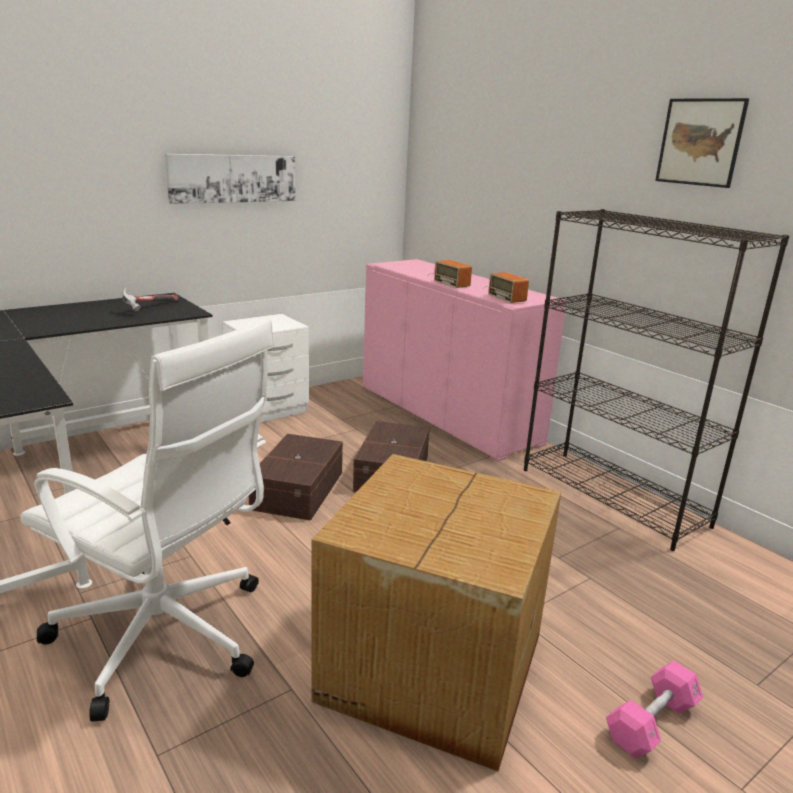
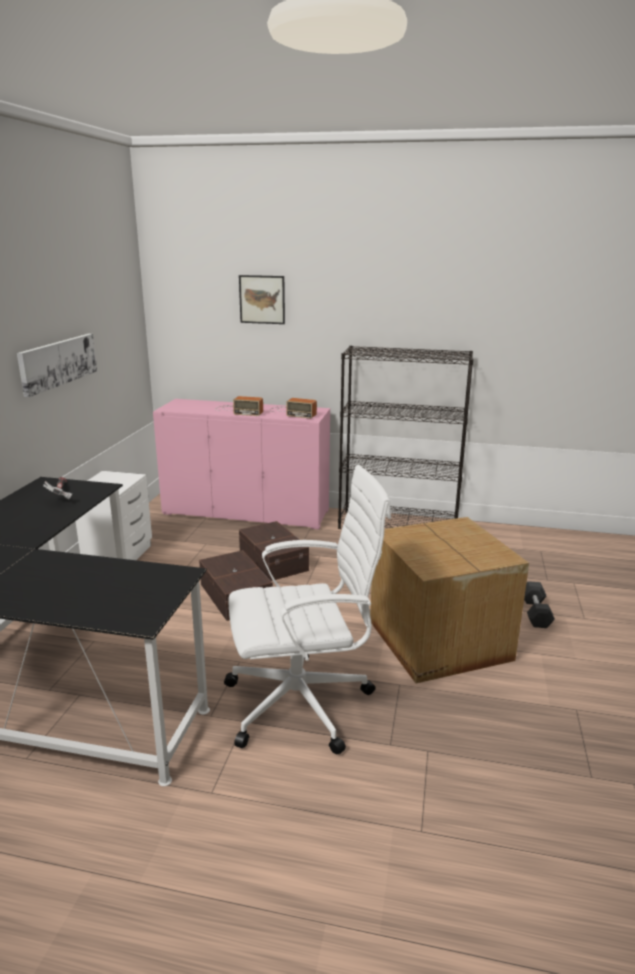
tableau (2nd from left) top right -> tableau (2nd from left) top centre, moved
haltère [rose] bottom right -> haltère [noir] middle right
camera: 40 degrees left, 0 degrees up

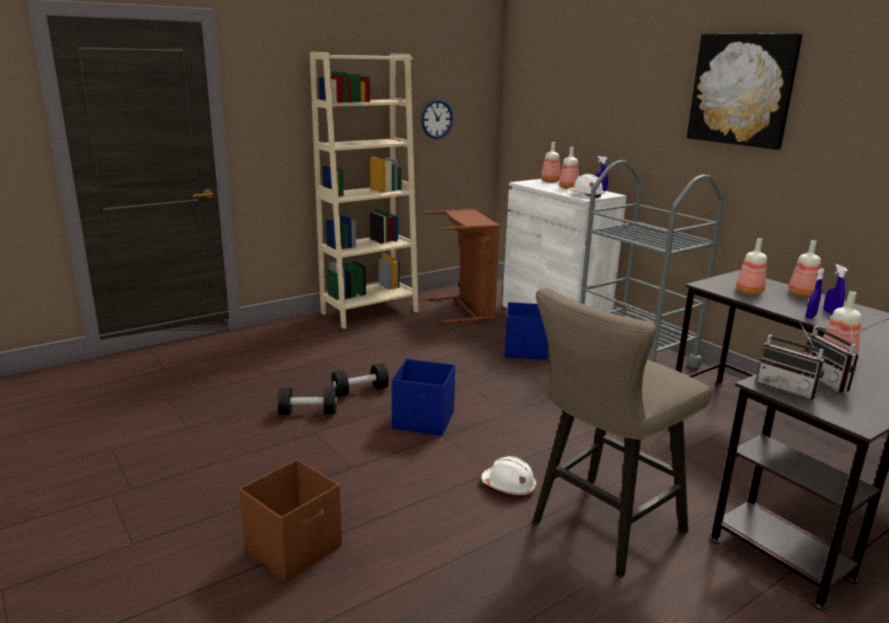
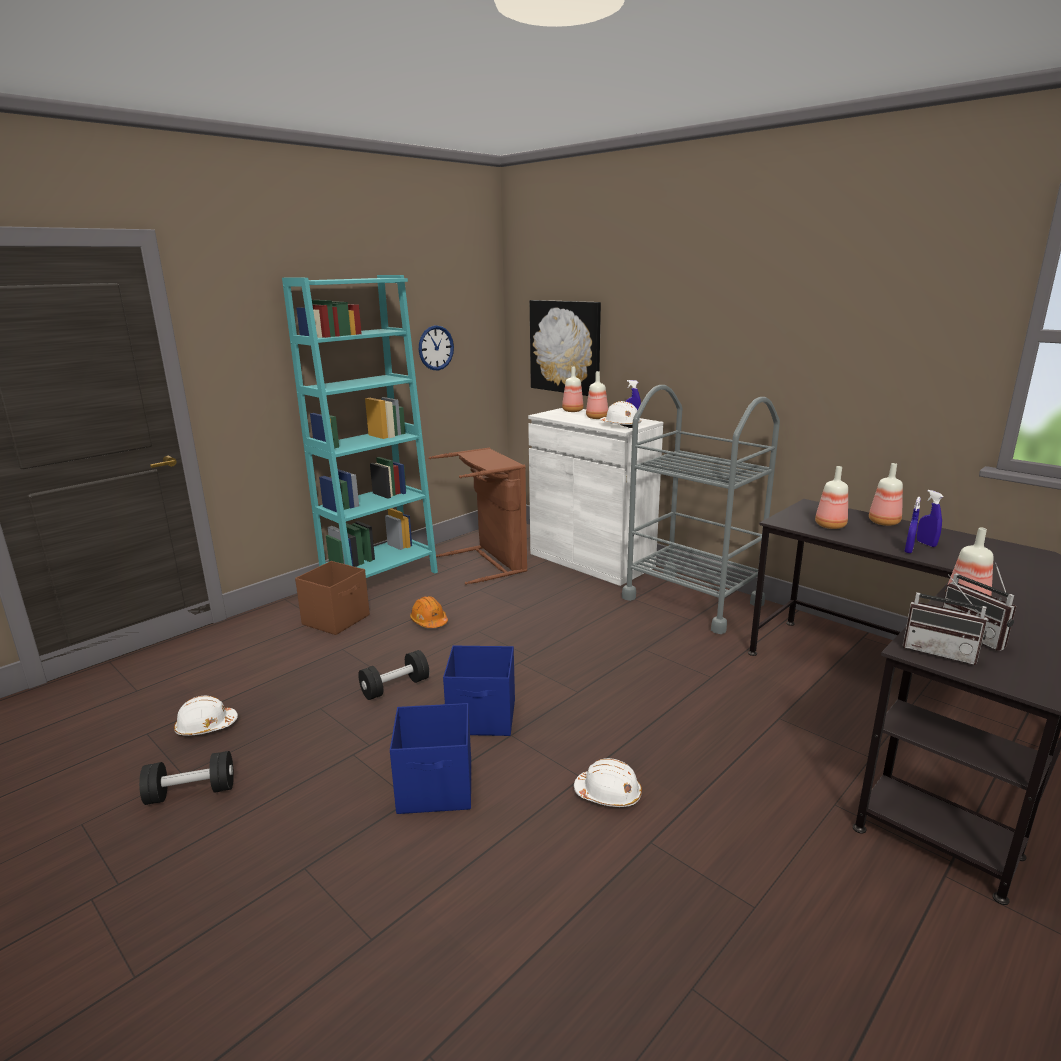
haltère [noir] (1st from left) centre -> haltère [noir] (1st from left) bottom left, moved
none -> casque de chantier [blanc] (1st from left) bottom left
bibliothèque [beige] top centre -> bibliothèque [turquoise] centre
boîte de rangement [marron] bottom left -> boîte de rangement [marron] middle left, moved
boîte de rangement [bleu] (2nd from left in the first image) centre -> boîte de rangement [bleu] (1st from left) bottom centre, moved
none -> casque de chantier [orange] centre
tableau top right -> tableau top centre, moved
tabouret [beige] bottom right -> none
camera: 10 degrees left, 0 degrees up

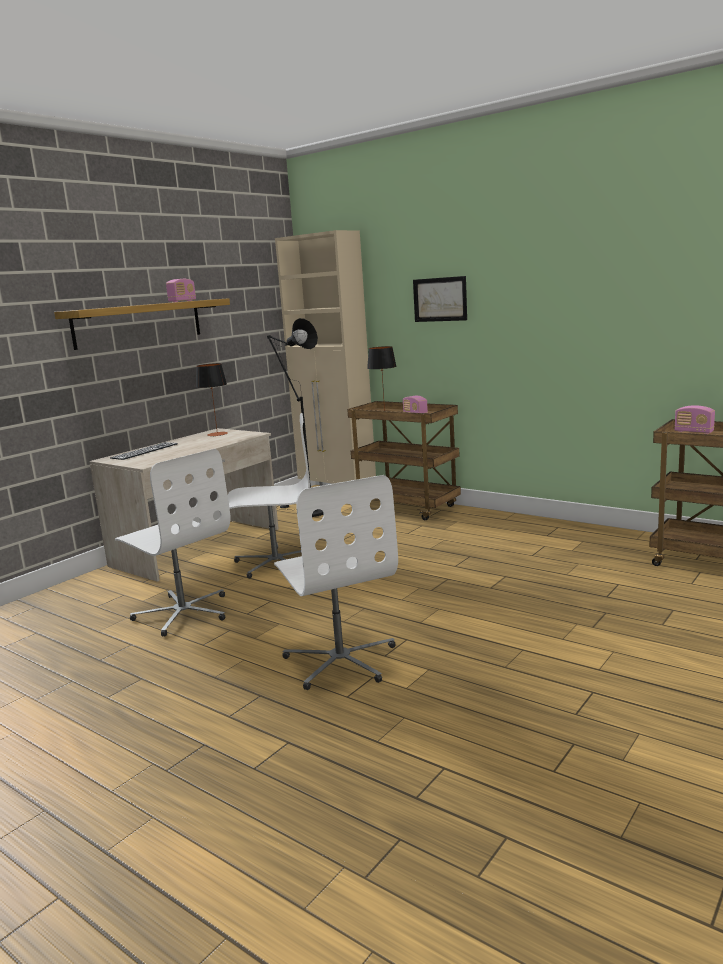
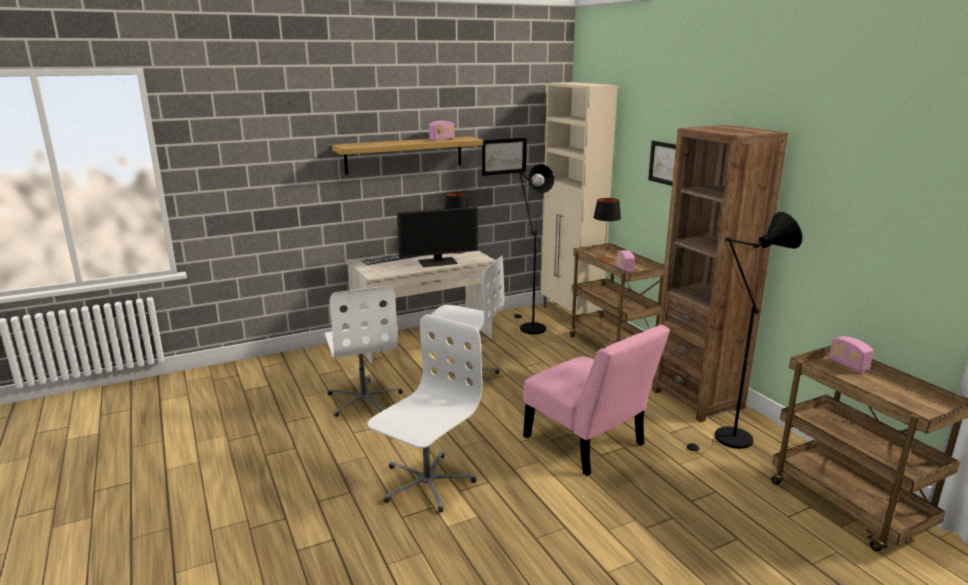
chaise de bureau [blanc] (3rd from left in the first image) centre -> chaise de bureau [blanc] (2nd from left) bottom centre, 150 degrees counterclockwise
none -> écran d'ordinateur centre
none -> tableau (1st from left) top centre
none -> chaise [rose] bottom centre
none -> bibliothèque [marron] middle right
none -> lampadaire [noir] (2nd from left) middle right
camera: 25 degrees right, 5 degrees up

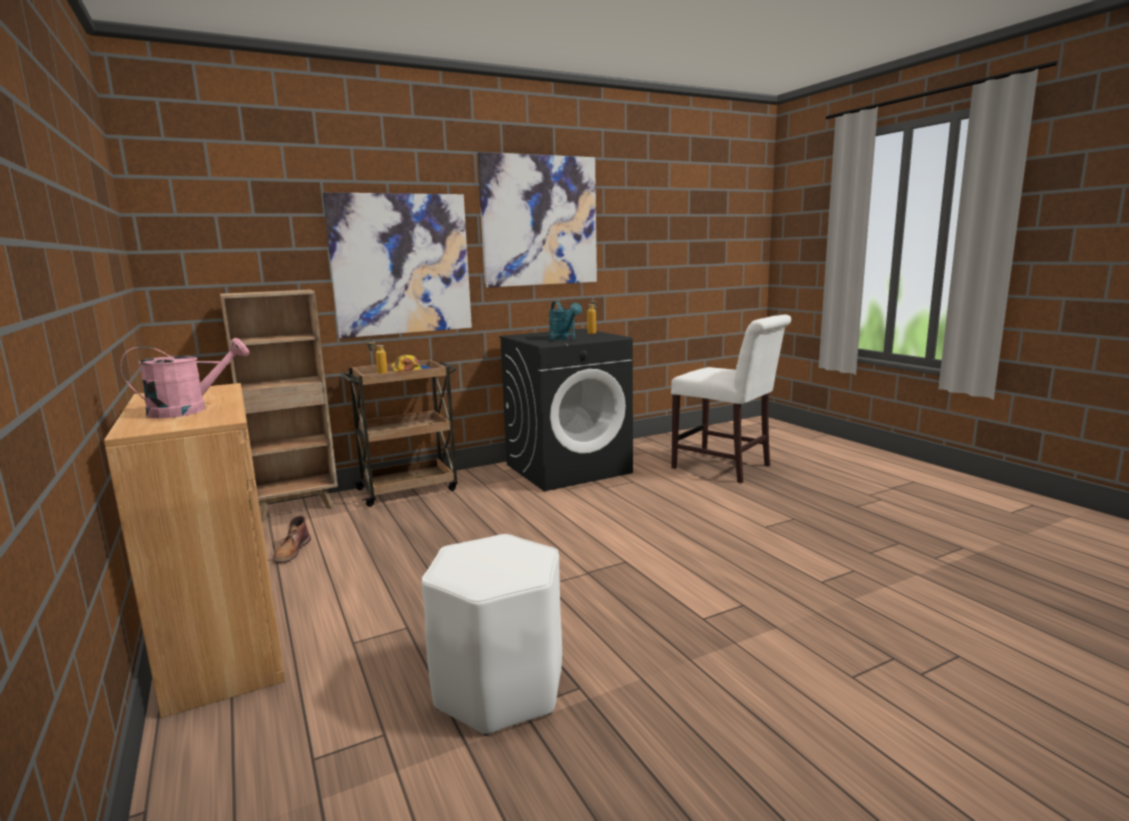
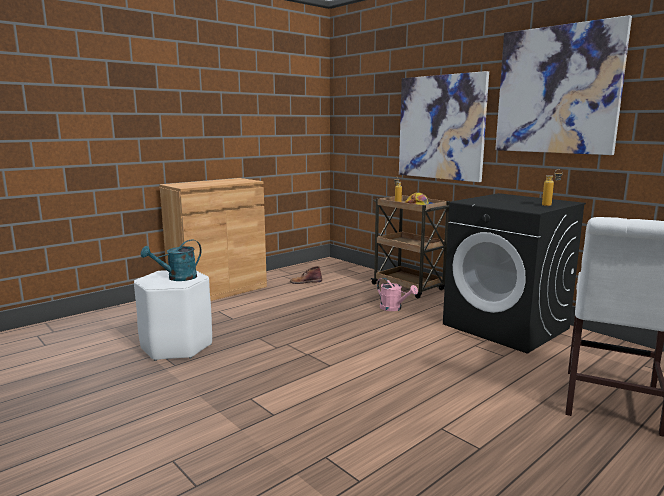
arrosoir [turquoise] centre -> arrosoir [turquoise] middle left, moved
arrosoir [rose] middle left -> arrosoir [rose] centre, moved
bibliothèque [marron] middle left -> none
camera: 75 degrees right, 0 degrees up

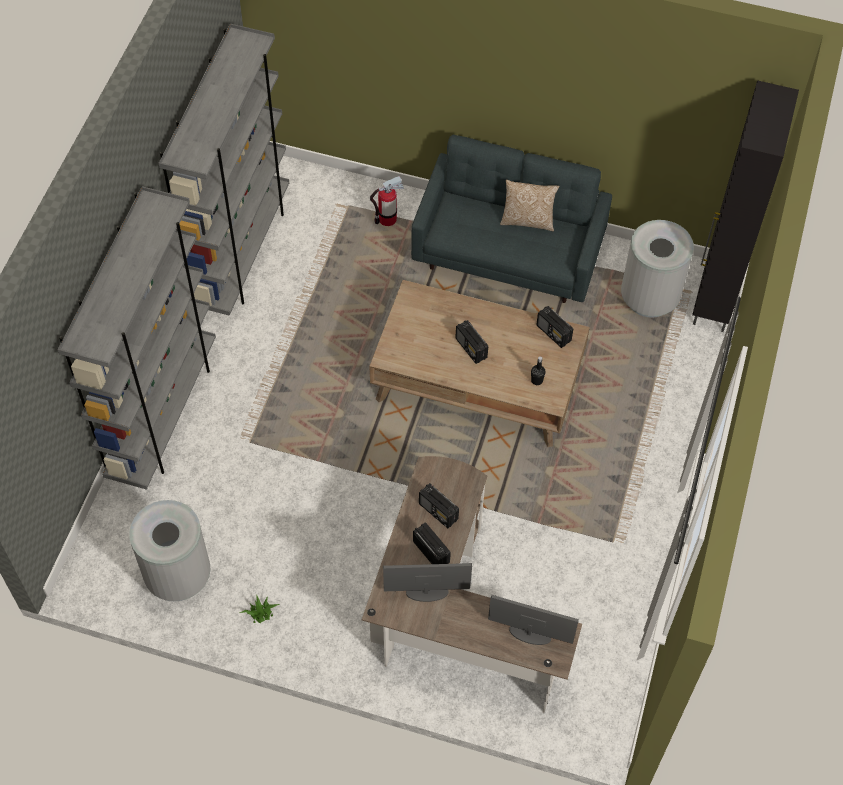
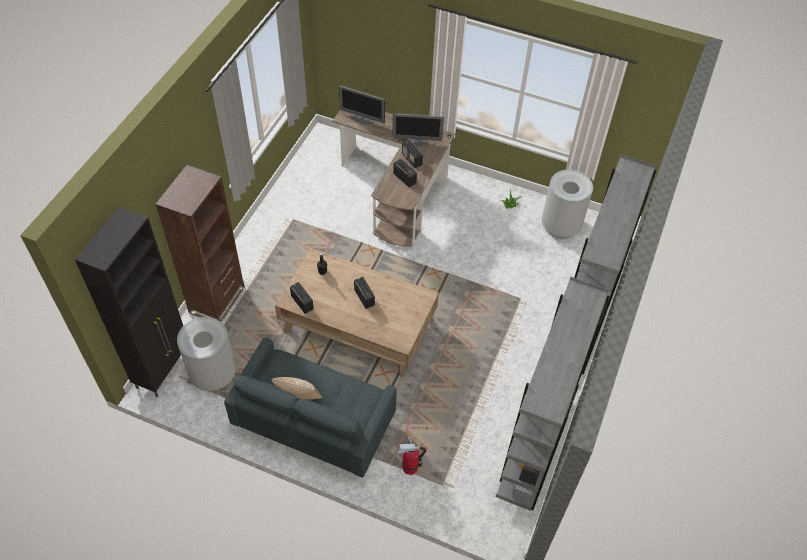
none -> bibliothèque [marron] middle left
camera: 175 degrees left, 5 degrees down

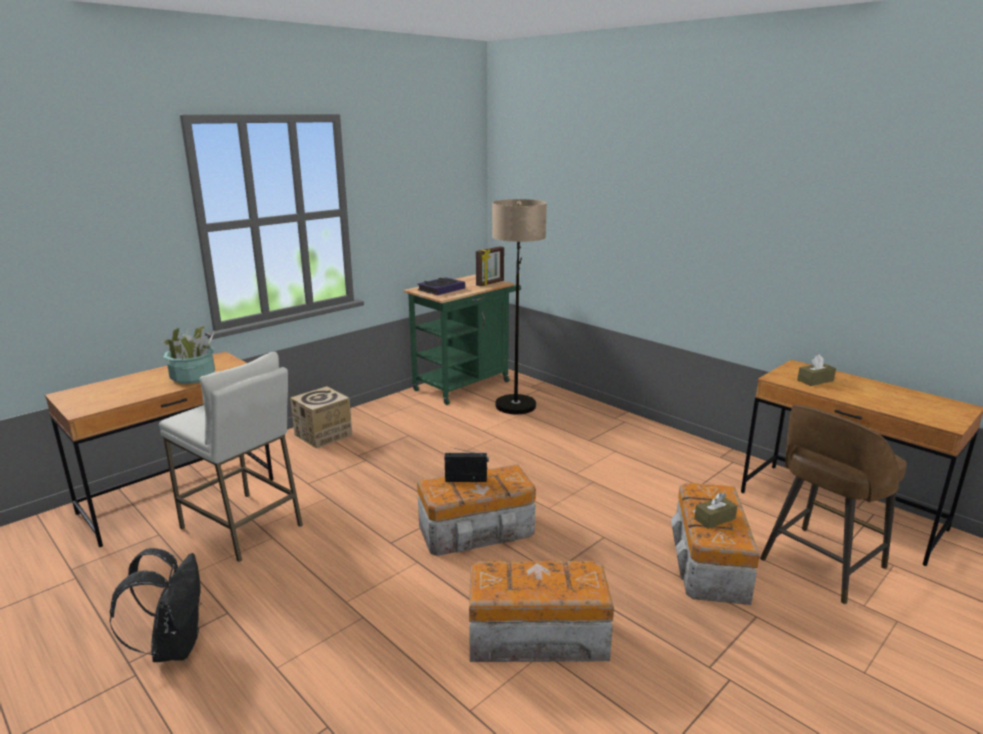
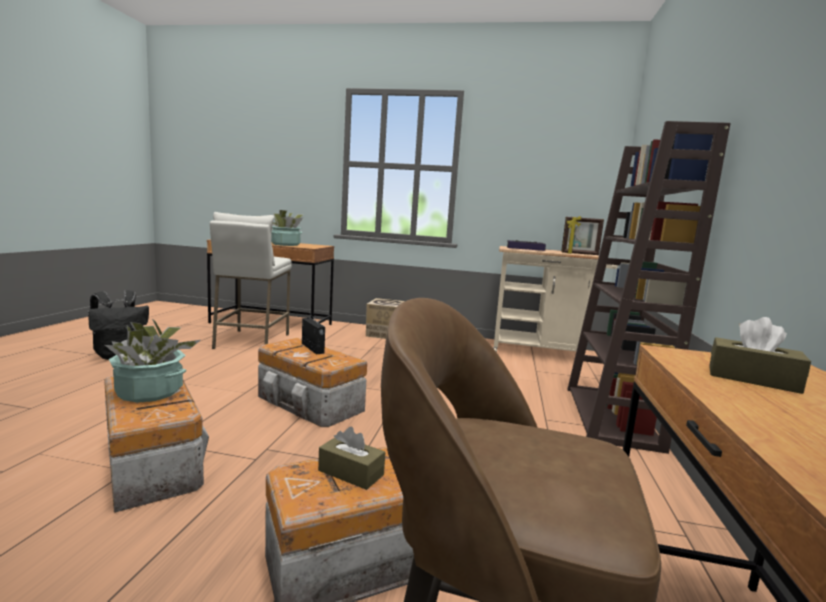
none -> plante en pot (1st from left) middle left
chariot [vert] centre -> chariot [beige] middle right
none -> bibliothèque [marron] middle right
lampadaire centre -> none
camera: 55 degrees right, 10 degrees down

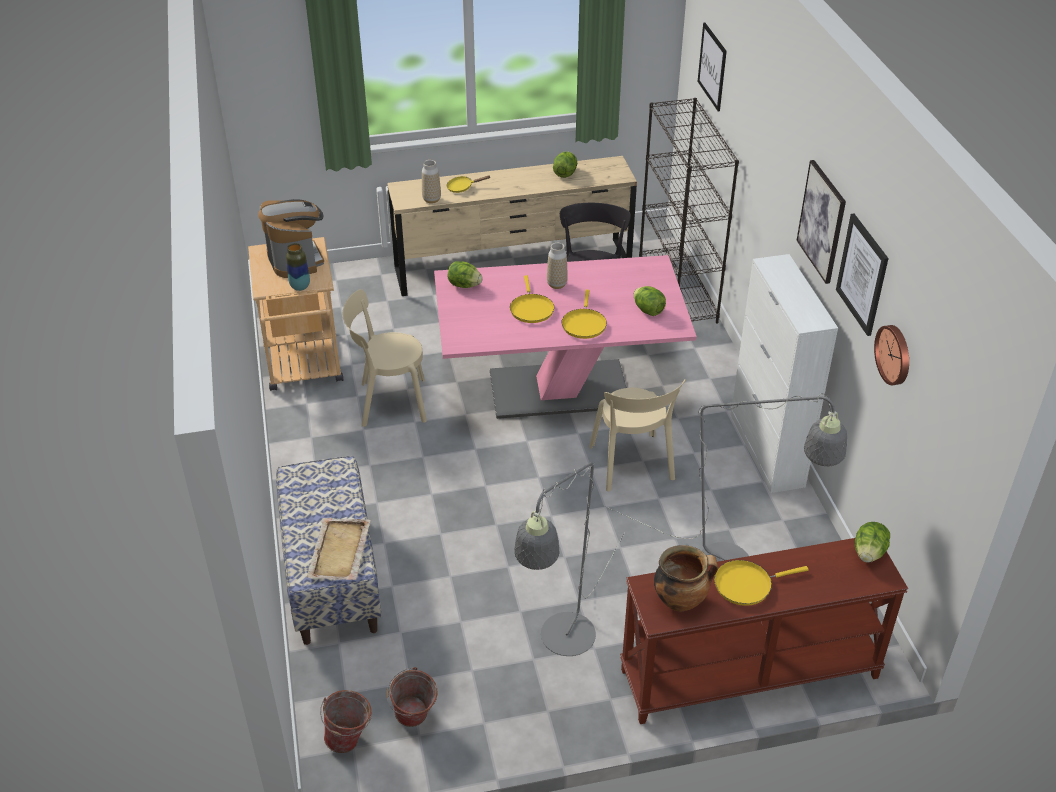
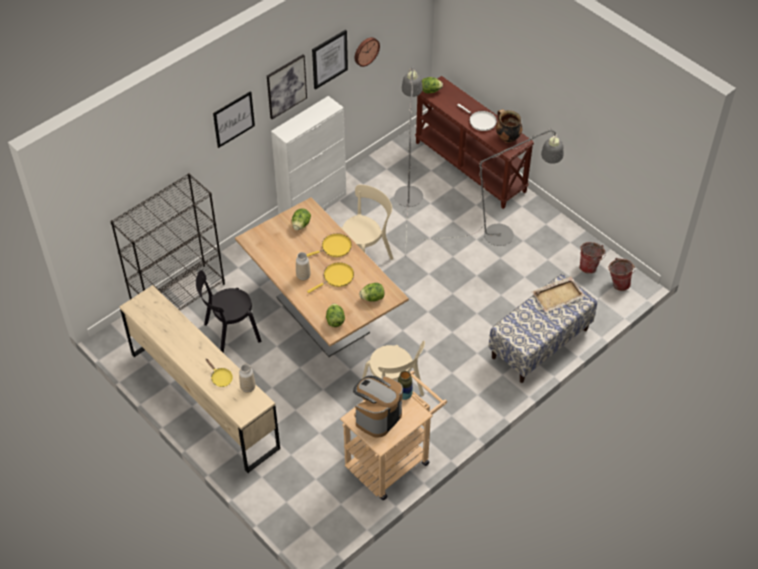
tableau (1st from left) top right -> tableau (1st from left) top left, moved
table à manger [rose] centre -> table à manger [marron] centre
laitue (2nd from left in the first image) top centre -> laitue (3rd from left) centre, moved
poêle [jaune] (4th from left) bottom right -> poêle [blanc] top centre
camera: 120 degrees left, 10 degrees up

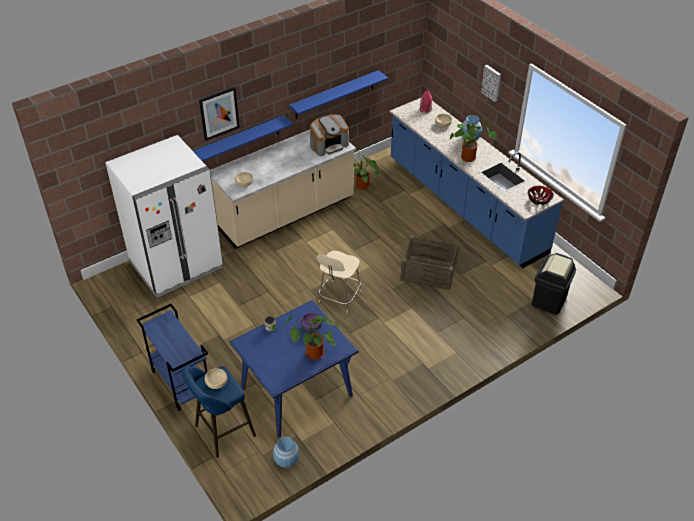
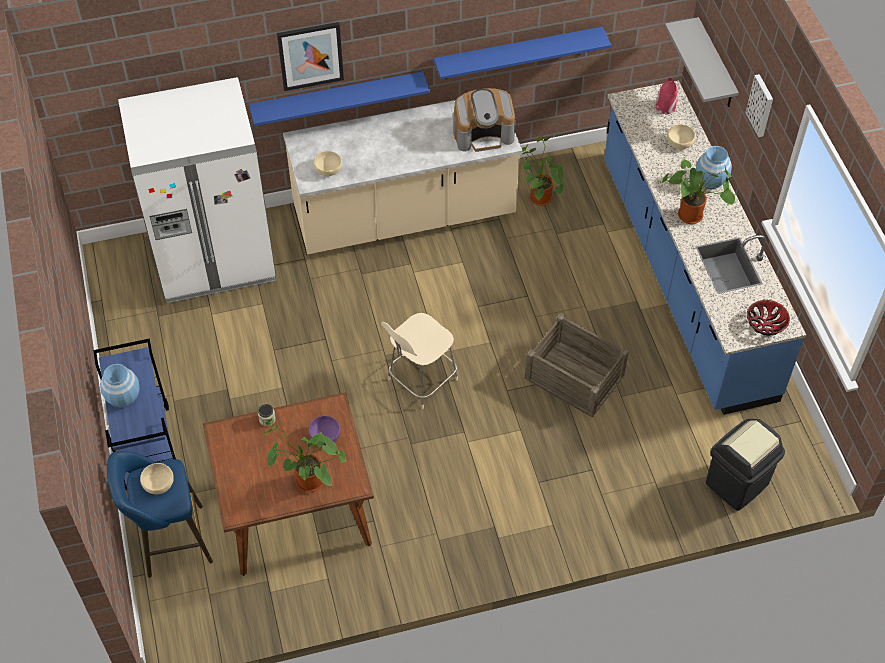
vase [bleu] (1st from left) bottom centre -> vase [bleu] (1st from left) middle left, moved
table à manger [bleu] bottom centre -> table à manger [marron] bottom left
none -> étagère [gris] top right
camera: 20 degrees right, 10 degrees up

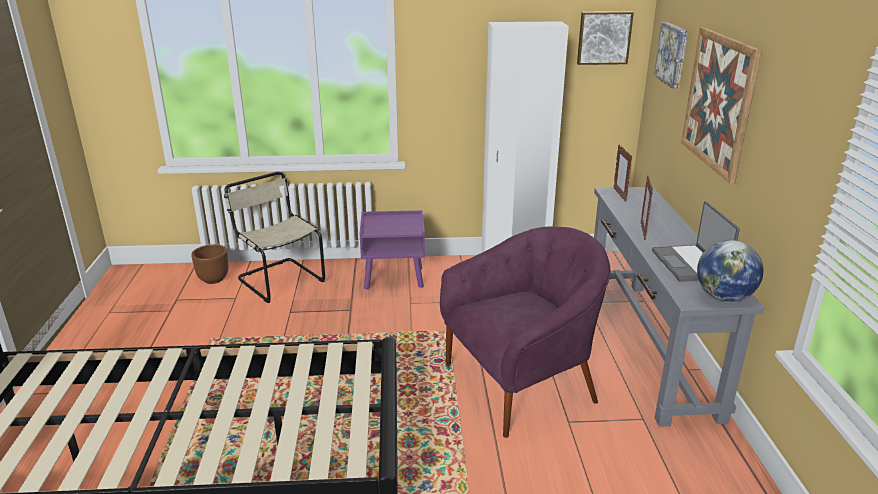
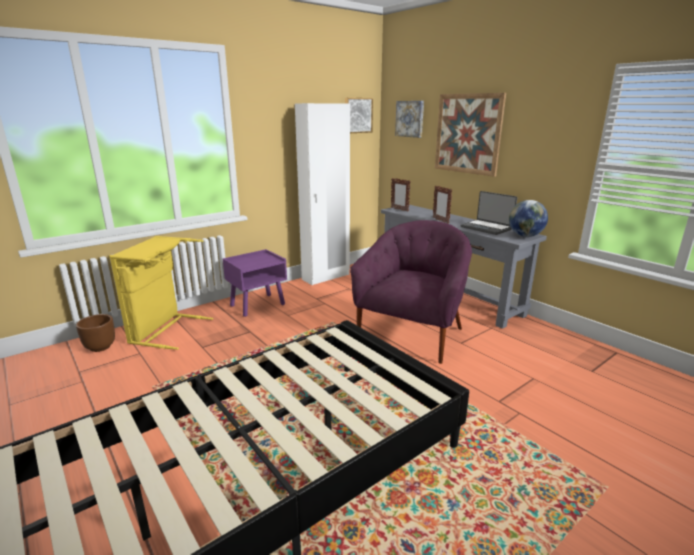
chaise [beige] middle left -> panier à linge [jaune] middle left
camera: 35 degrees left, 5 degrees down

